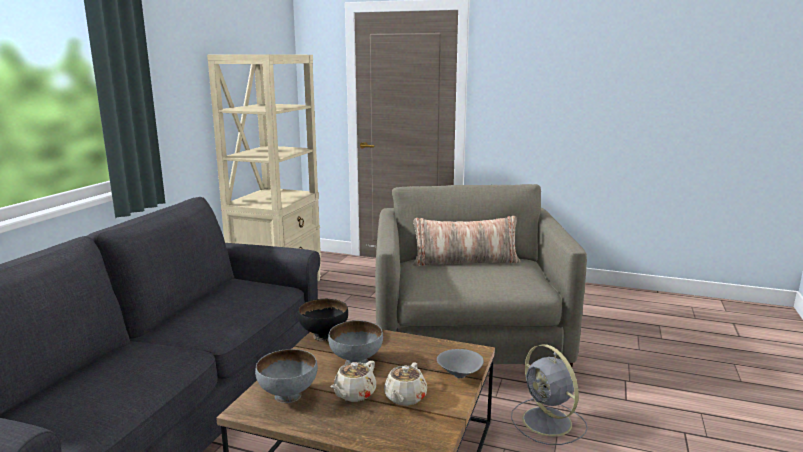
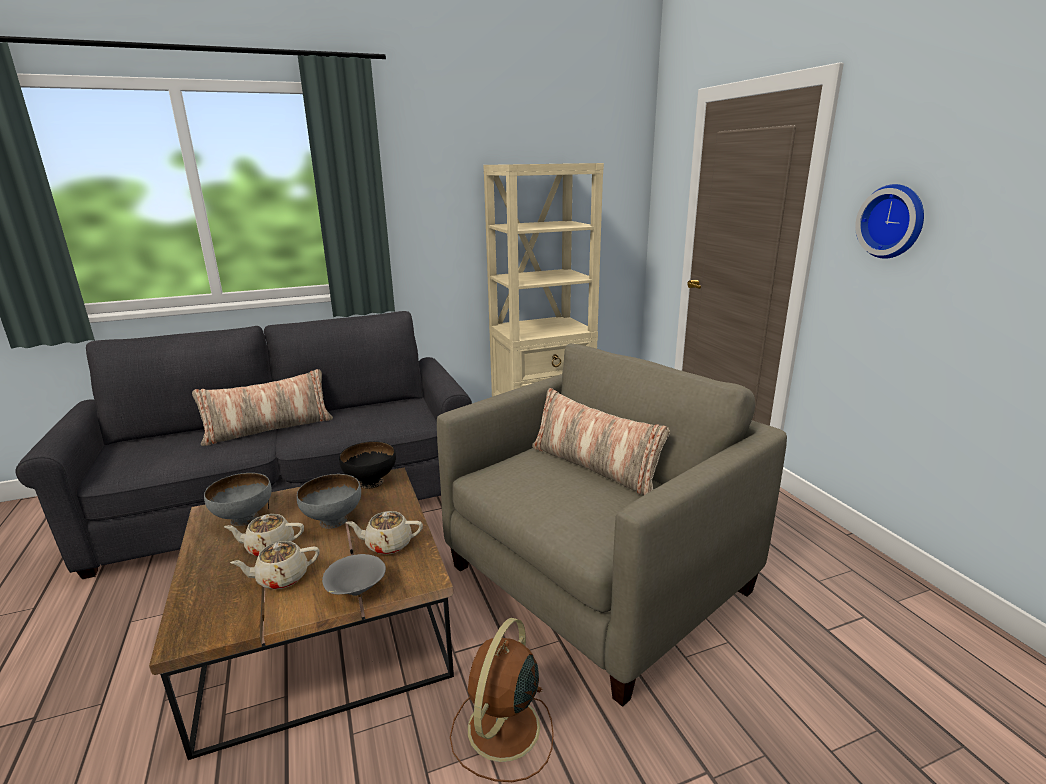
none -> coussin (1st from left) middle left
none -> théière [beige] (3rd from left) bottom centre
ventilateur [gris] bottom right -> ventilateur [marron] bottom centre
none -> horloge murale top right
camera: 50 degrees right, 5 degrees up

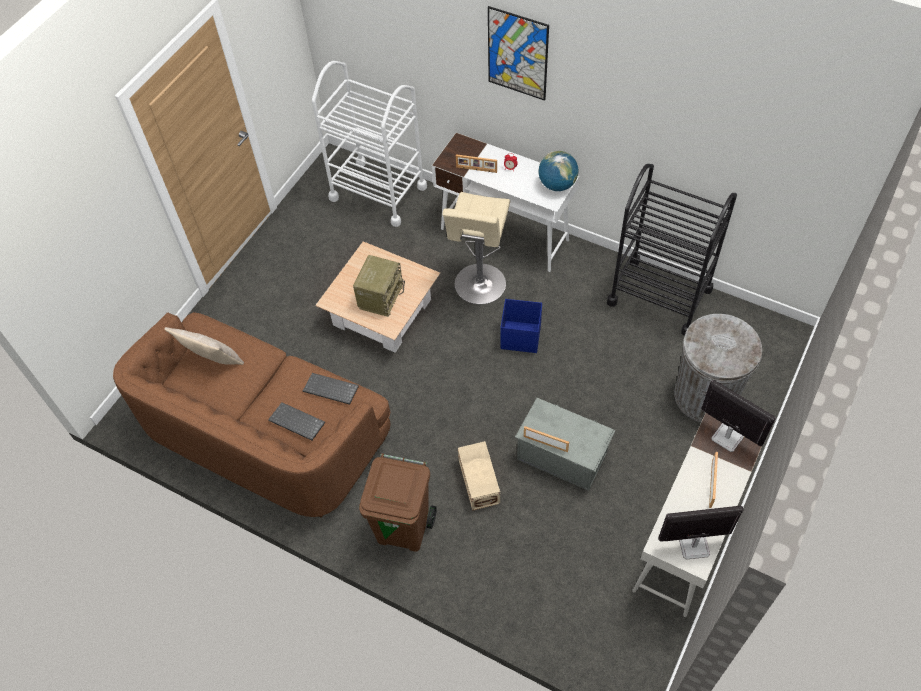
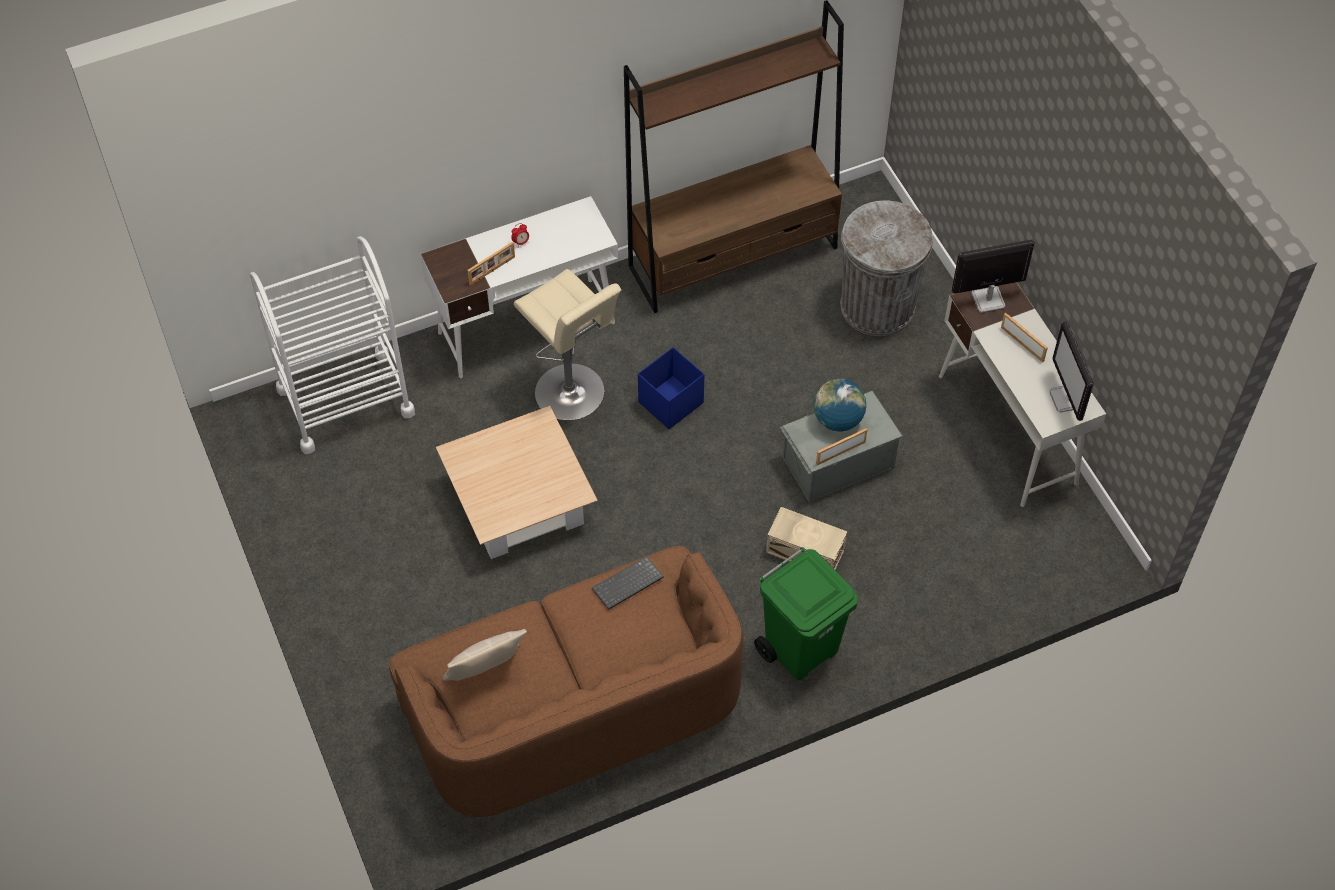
chariot [noir] middle right -> bibliothèque [marron] top centre
poubelle [marron] bottom centre -> poubelle [vert] bottom centre
globe top centre -> globe centre, moved
écran d'ordinateur (1st from left in the first image) bottom right -> écran d'ordinateur (2nd from left) middle right, 45 degrees counterclockwise
clavier (1st from left) middle left -> none
radio centre -> none
tableau top centre -> none
camera: 55 degrees left, 0 degrees up

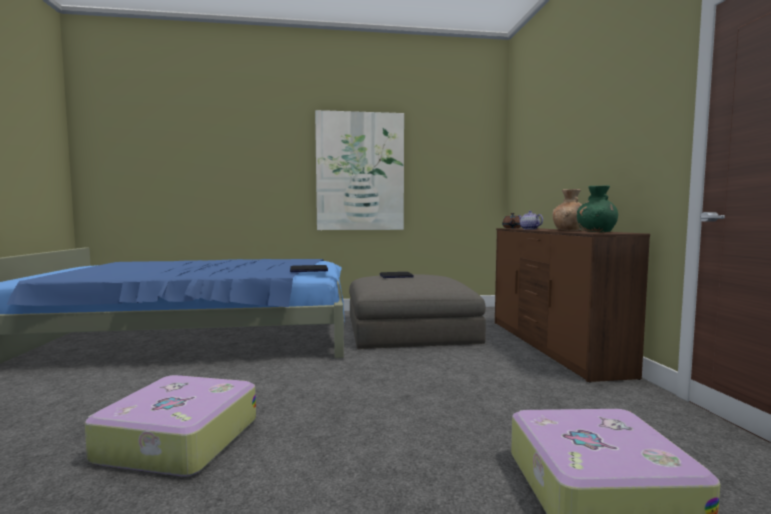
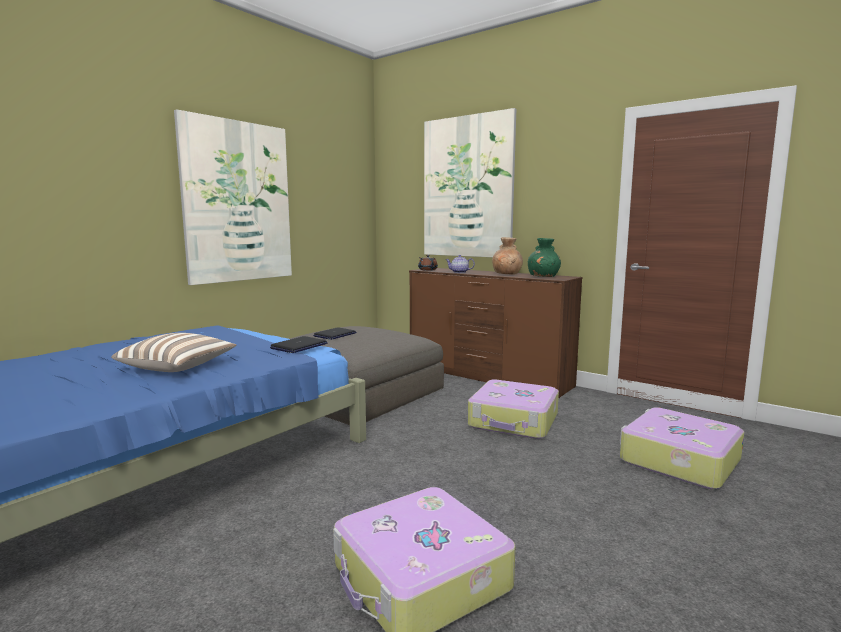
none -> coussin middle left
none -> tableau (2nd from left) top centre
none -> valise (2nd from left) centre
camera: 45 degrees left, 5 degrees up

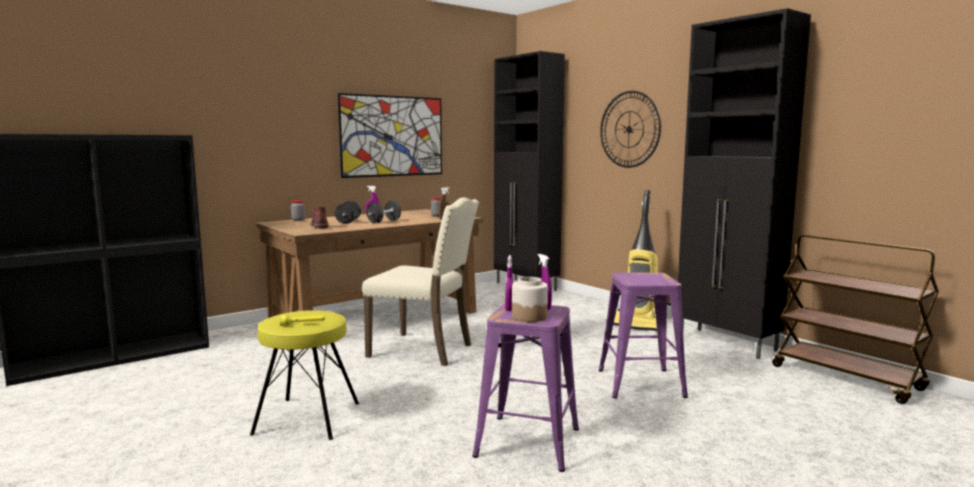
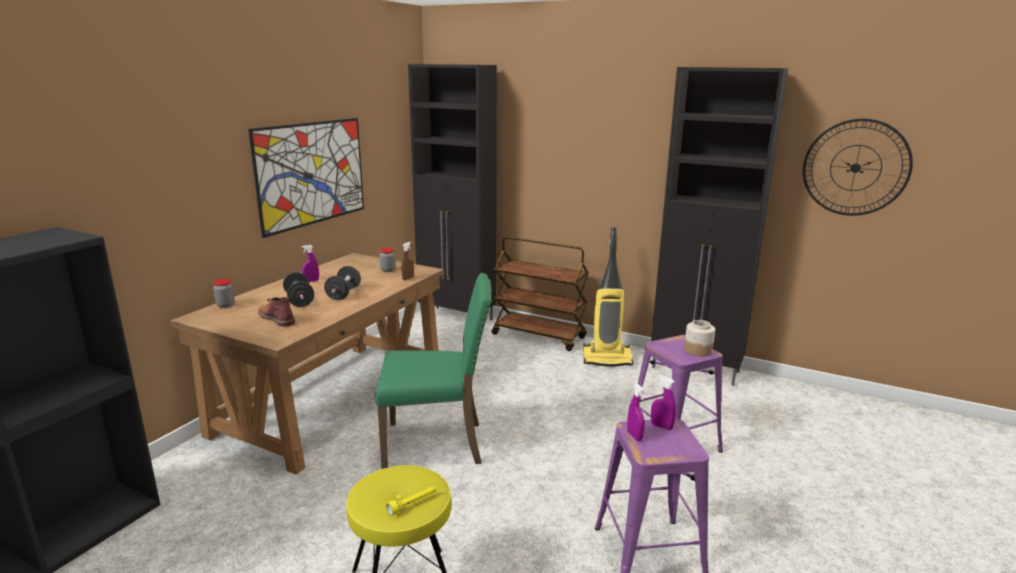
chaise [beige] centre -> chaise [vert] centre
chariot [marron] middle right -> chariot [marron] centre, moved
bocal (3rd from left) centre -> bocal (3rd from left) middle right, moved
horloge murale top centre -> horloge murale top right, moved
camera: 25 degrees left, 10 degrees up

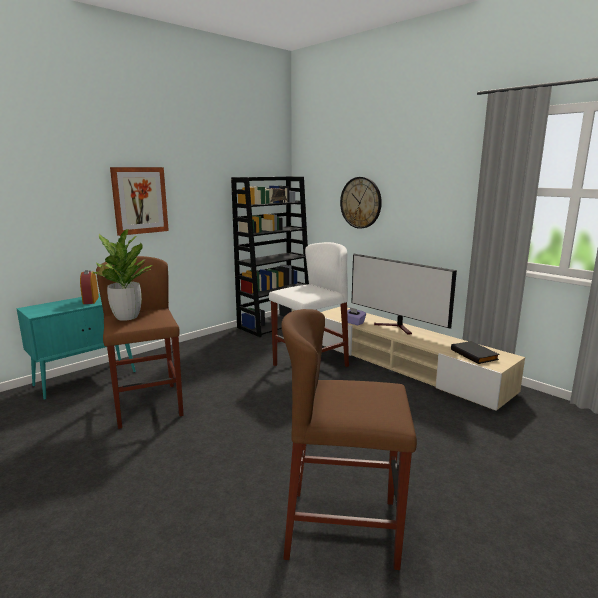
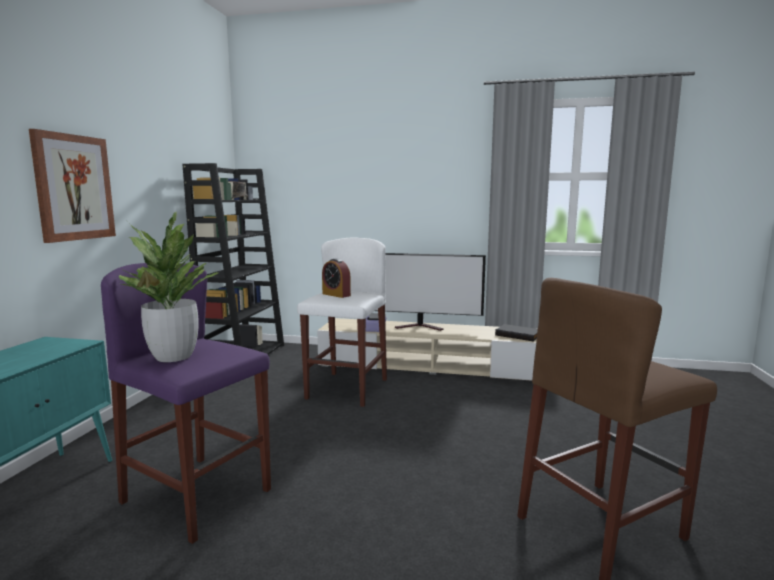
tabouret [marron] (1st from left) middle left -> tabouret [violet] bottom left
réveil middle left -> réveil centre, moved
horloge murale centre -> none
camera: 35 degrees left, 5 degrees down

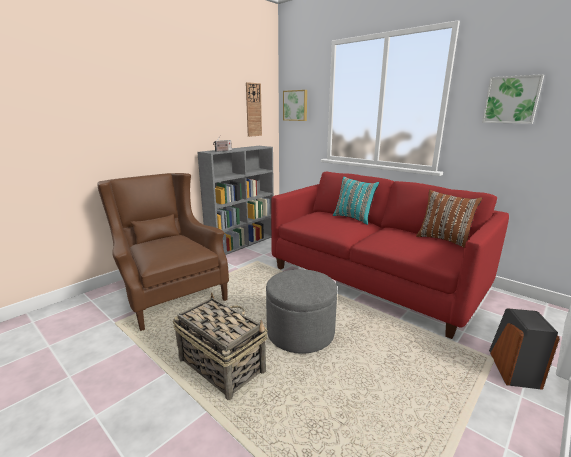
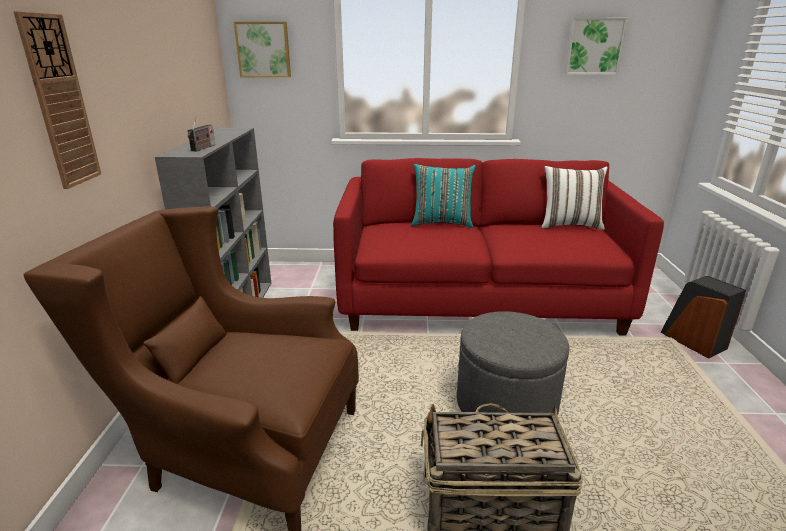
horloge murale top centre -> horloge murale top left, moved
coussin [marron] middle right -> coussin [blanc] middle right
camera: 40 degrees left, 5 degrees up

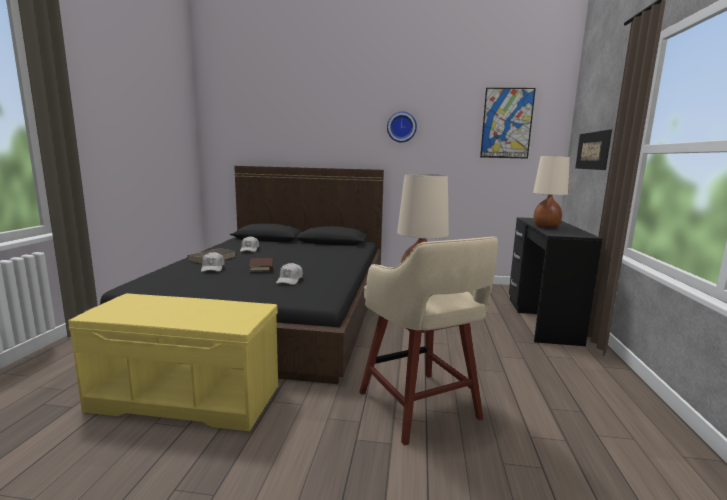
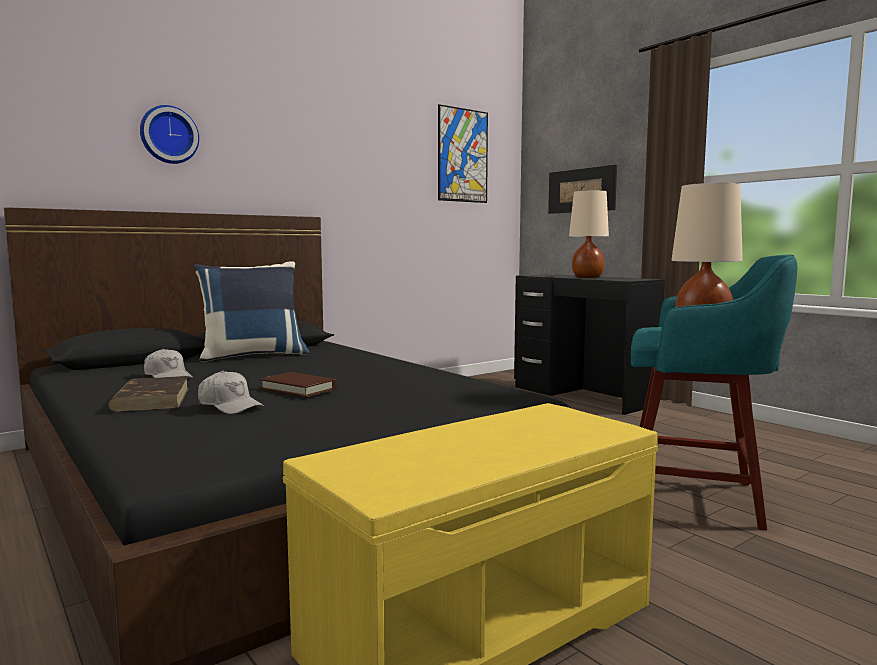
horloge murale top centre -> horloge murale top left, moved
none -> coussin [bleu] middle left
tabouret [beige] bottom centre -> tabouret [turquoise] middle right
casquette [blanc] (3rd from left) centre -> none
camera: 45 degrees left, 5 degrees down

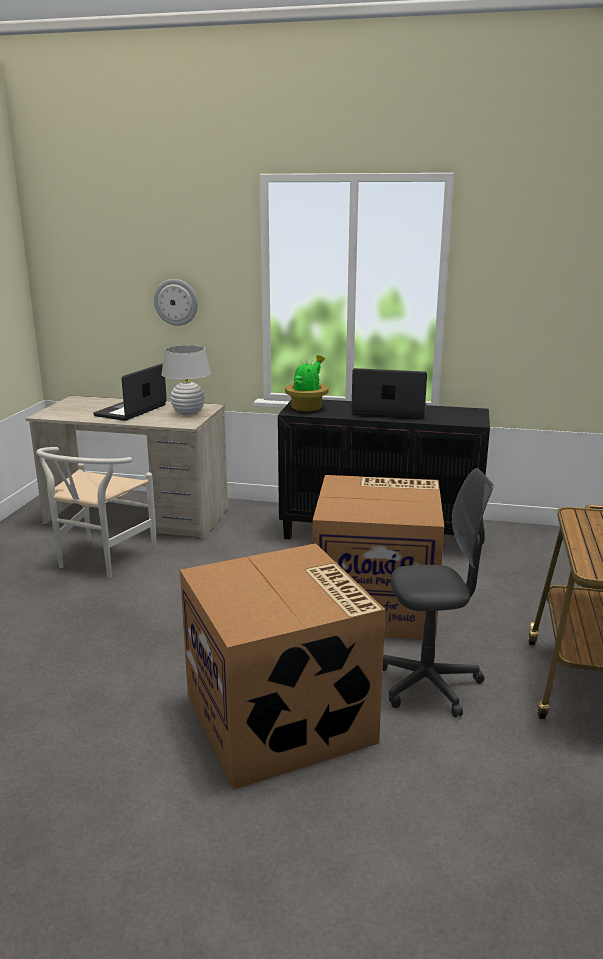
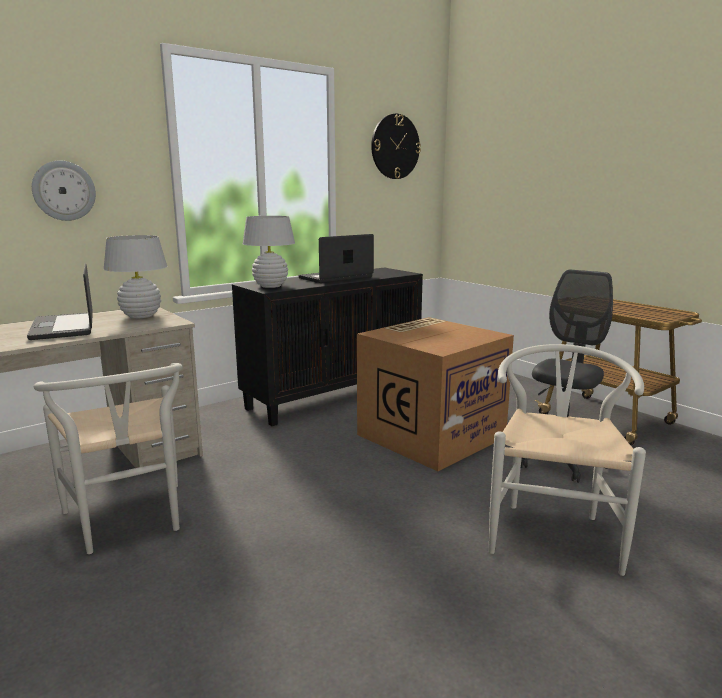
plante en pot centre -> lampe de table [blanc] (2nd from left) centre
none -> horloge murale (2nd from left) top centre
carton (1st from left) bottom centre -> chaise [blanc] (2nd from left) middle right
camera: 50 degrees left, 5 degrees down

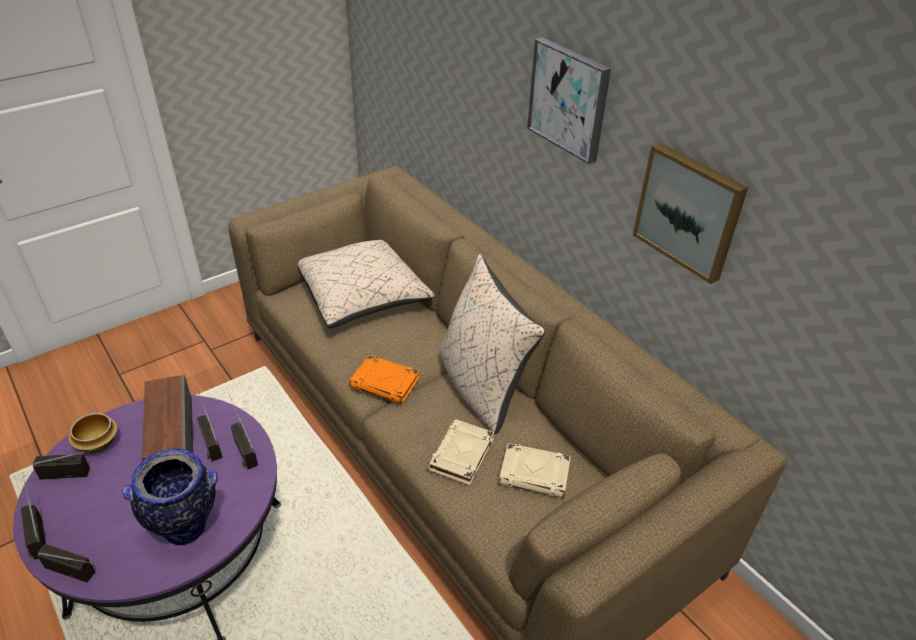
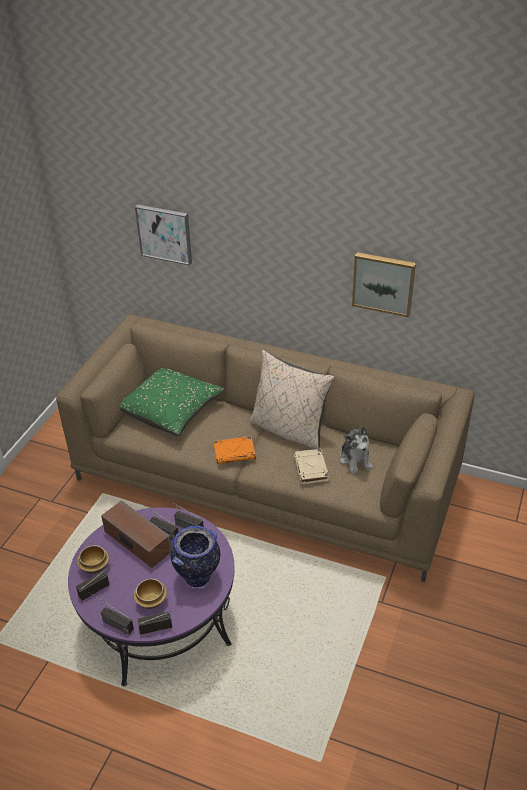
coussin [beige] (1st from left) centre -> coussin [vert] middle left
none -> bol (2nd from left) bottom left
tableau (1st from left) top centre -> tableau (1st from left) top left, moved
livre [beige] (2nd from left) bottom centre -> peluche middle right
camera: 30 degrees left, 0 degrees up

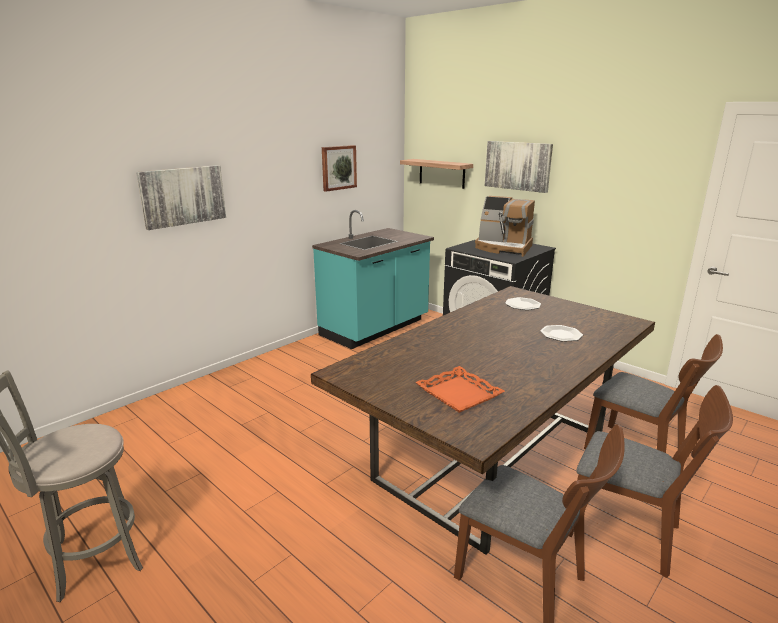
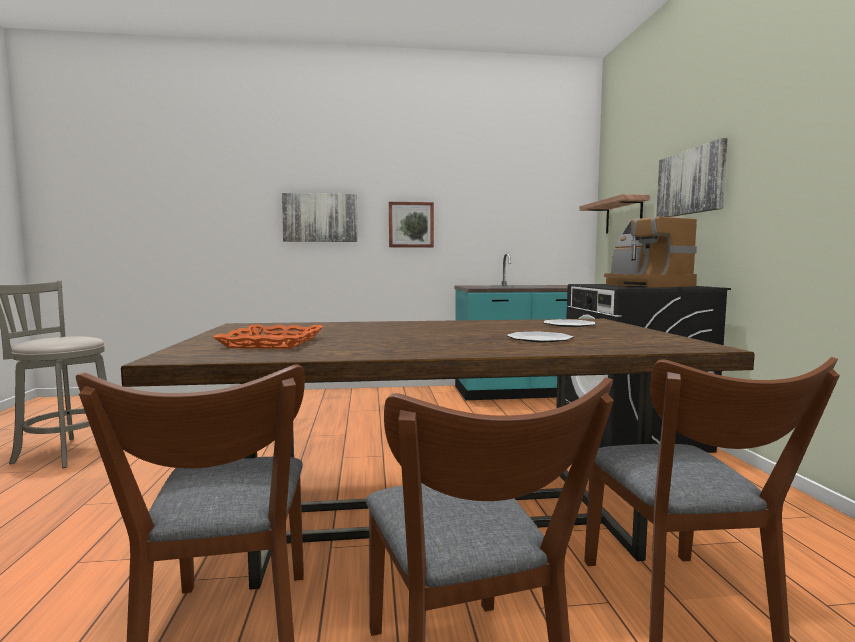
tableau (2nd from left) top centre -> tableau (2nd from left) centre, moved
camera: 40 degrees right, 15 degrees down

